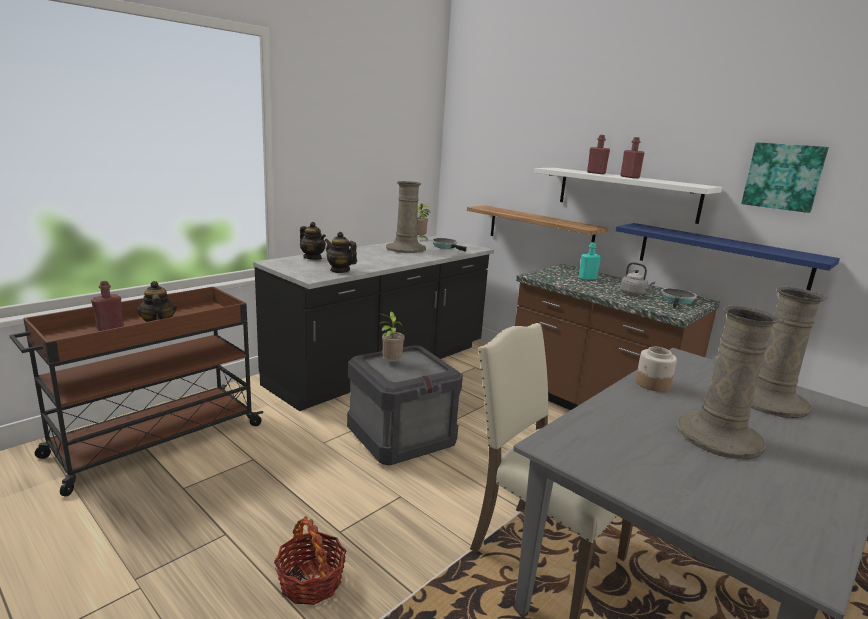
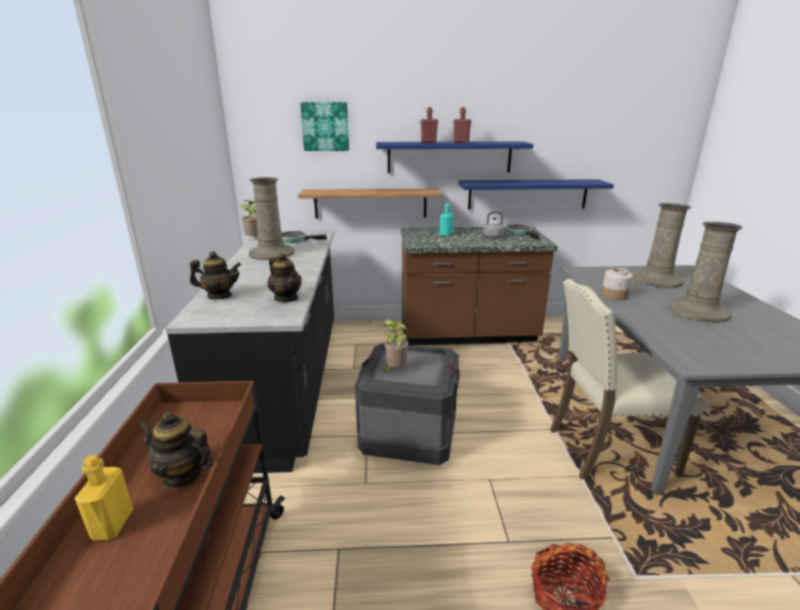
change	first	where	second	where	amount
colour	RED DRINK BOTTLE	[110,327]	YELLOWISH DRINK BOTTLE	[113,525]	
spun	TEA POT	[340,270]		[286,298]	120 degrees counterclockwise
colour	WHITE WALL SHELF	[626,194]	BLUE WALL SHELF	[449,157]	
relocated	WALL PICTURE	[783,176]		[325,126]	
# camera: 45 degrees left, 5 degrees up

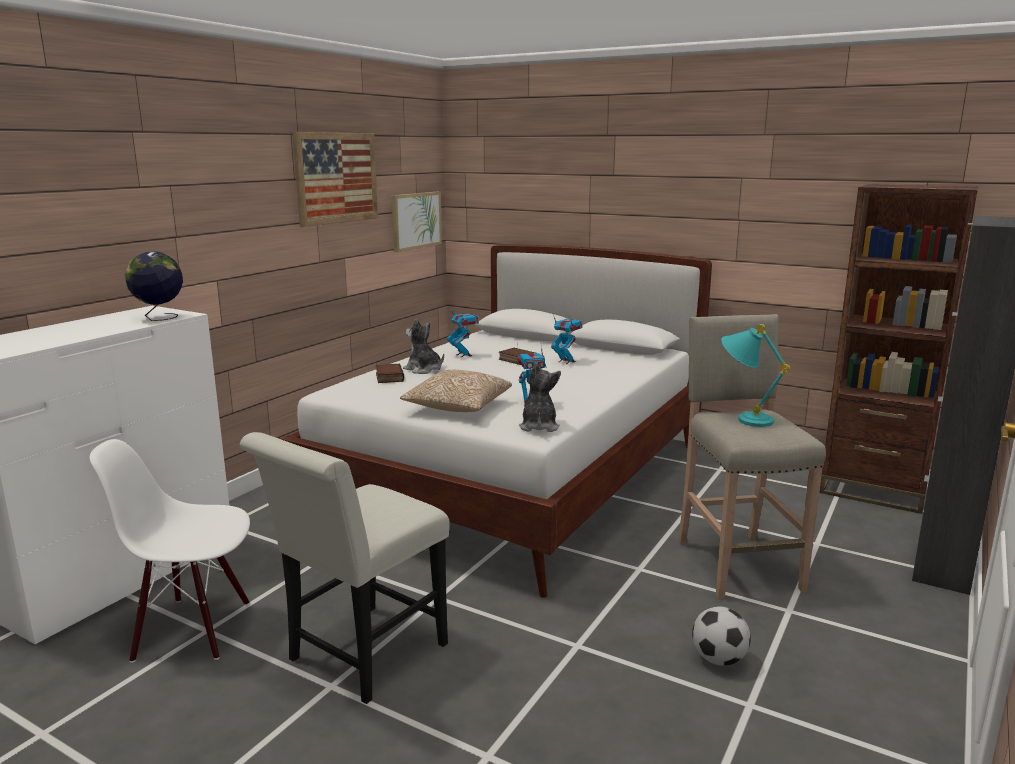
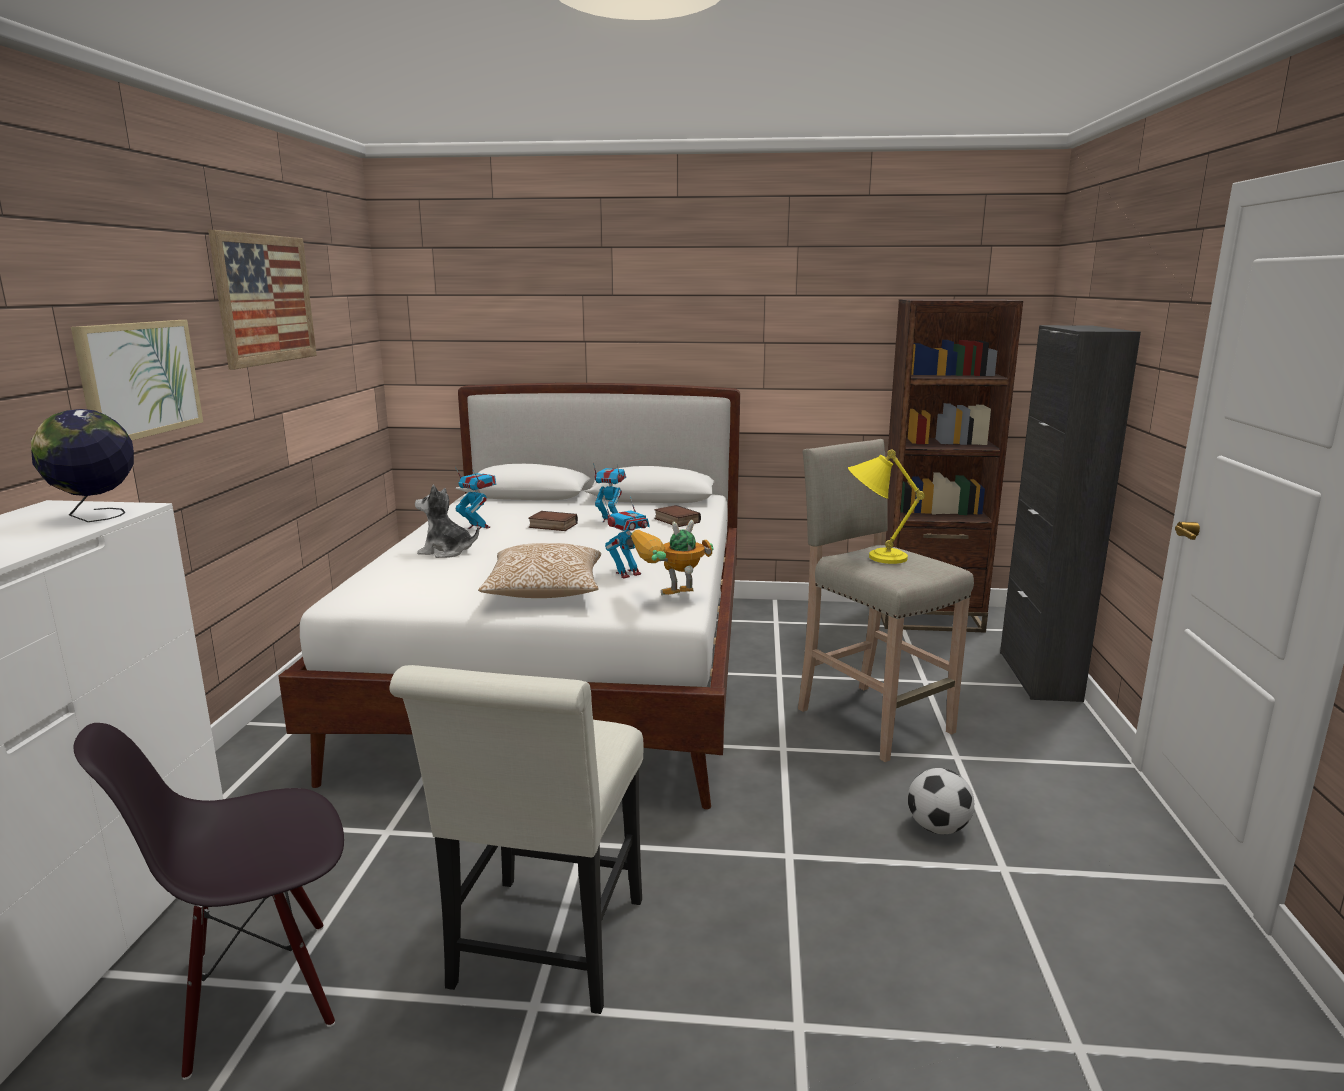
change	first	where	second	where	amount
colour	WHITE PLAIN CHAIR	[193,629]	BLACK-COLOURED PLAIN CHAIR	[259,992]	
relocated	VOLUME	[388,377]		[675,520]	
relocated	WALL PICTURE	[416,220]		[139,379]	
exchanged	PLUSH TOY	[538,426]	TOY ROBOT	[668,600]	
colour	BLUE-GREEN TABLETOP LAMP	[743,418]	YELLOWISH TABLETOP LAMP	[873,557]	
# camera: 25 degrees left, 0 degrees up

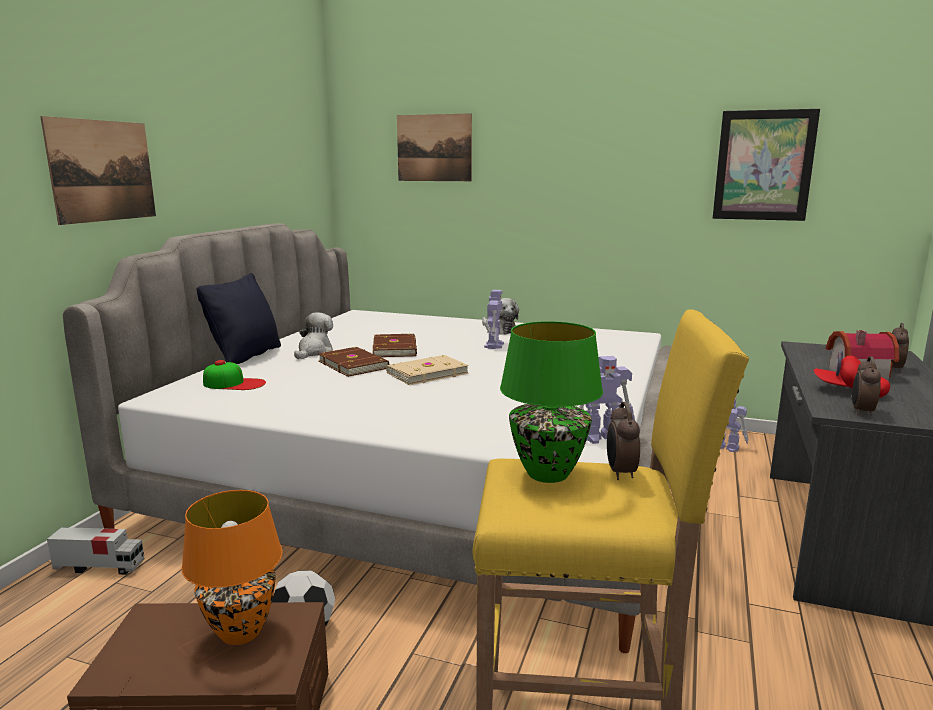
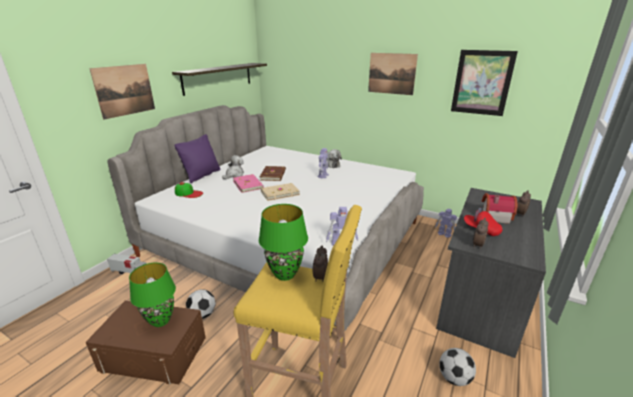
change	first	where	second	where	amount
colour	ORANGE TABLETOP LAMP	[239,633]	GREENISH TABLETOP LAMP	[160,321]	
colour	BLACK-COLOURED THROW PILLOW	[246,356]	PURPLE THROW PILLOW	[202,175]	
colour	BROWN-COLOURED VOLUME	[354,364]	PINK VOLUME	[248,184]	
relocated	WALL PICTURE	[434,148]		[391,73]	
appeared			WALL SHELF	[218,78]	
appeared			FOOTBALL	[454,378]	
# camera: 10 degrees right, 10 degrees up

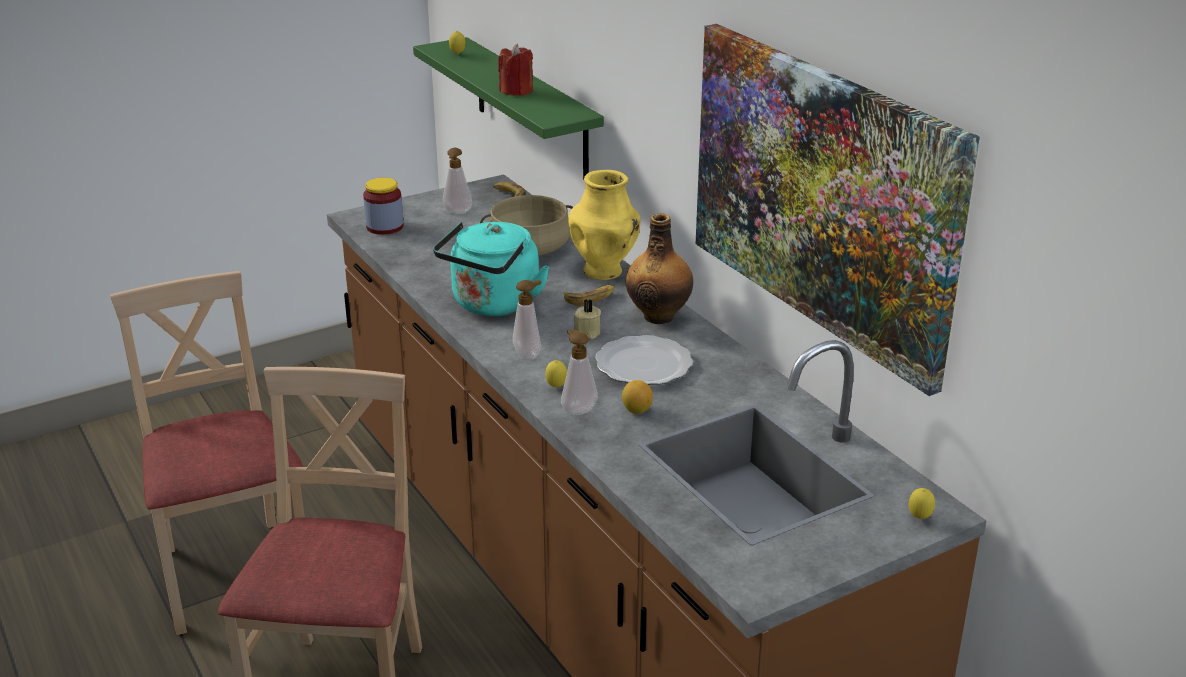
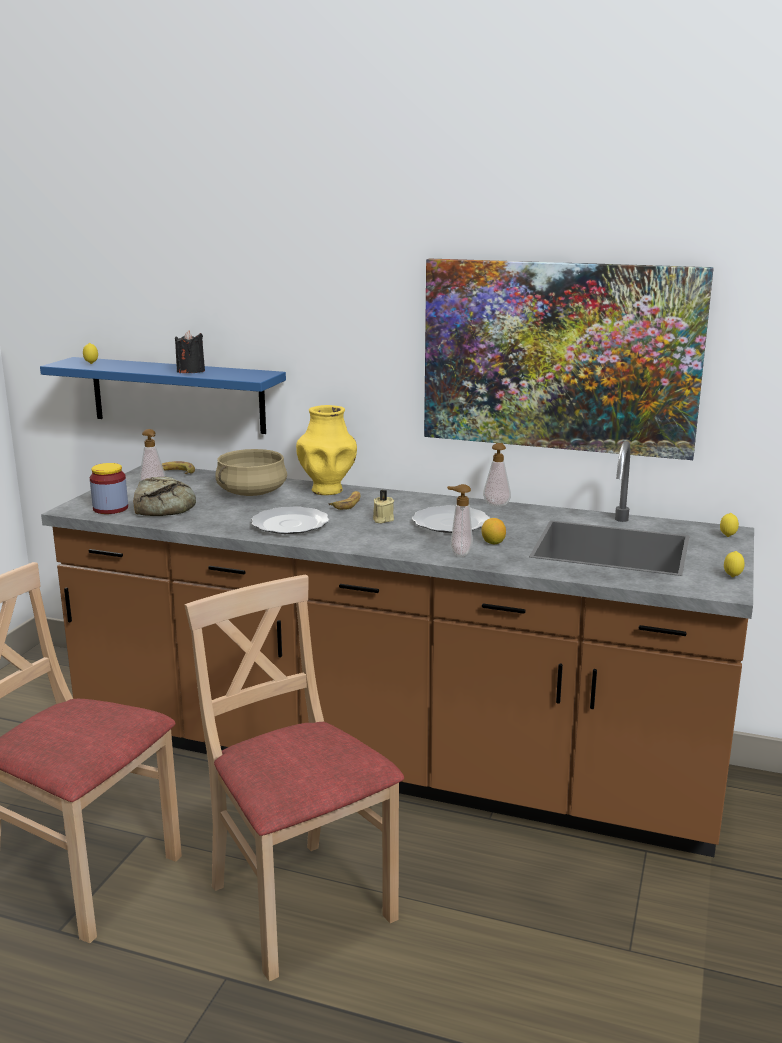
change	first	where	second	where	amount
colour	GREENISH WALL SHELF	[530,108]	BLUE WALL SHELF	[177,395]	
exchanged	BLUE-GREEN TEA KETTLE	[493,305]	FLAT DISH	[289,524]	
colour	RED WAX LIGHT	[516,91]	BLACK-COLOURED WAX LIGHT	[191,371]	
relocated	SOAP DISPENSER	[529,354]		[497,504]	
relocated	LEMON	[556,387]		[732,577]	
missing	DRINK BOTTLE	[659,316]			
appeared			BREAD	[166,506]	
# camera: 40 degrees left, 10 degrees down

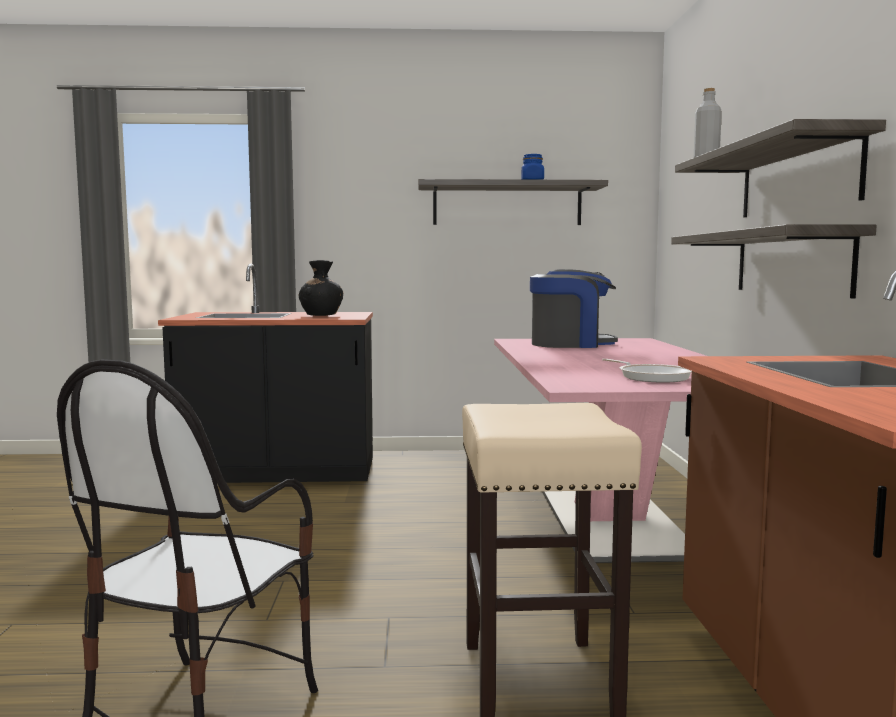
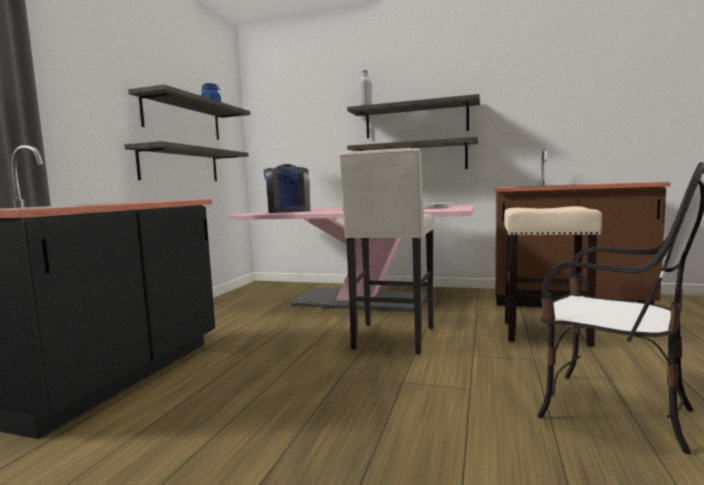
change	first	where	second	where	amount
missing	BLACK-COLOURED FLOWER VASE	[321,315]			
spun	COFFEE BREWER	[570,344]		[288,211]	150 degrees clockwise
appeared			WALL SHELF	[180,165]	
appeared			BEIGE-COLOURED SITTING STOOL	[392,339]	
# camera: 70 degrees left, 0 degrees up

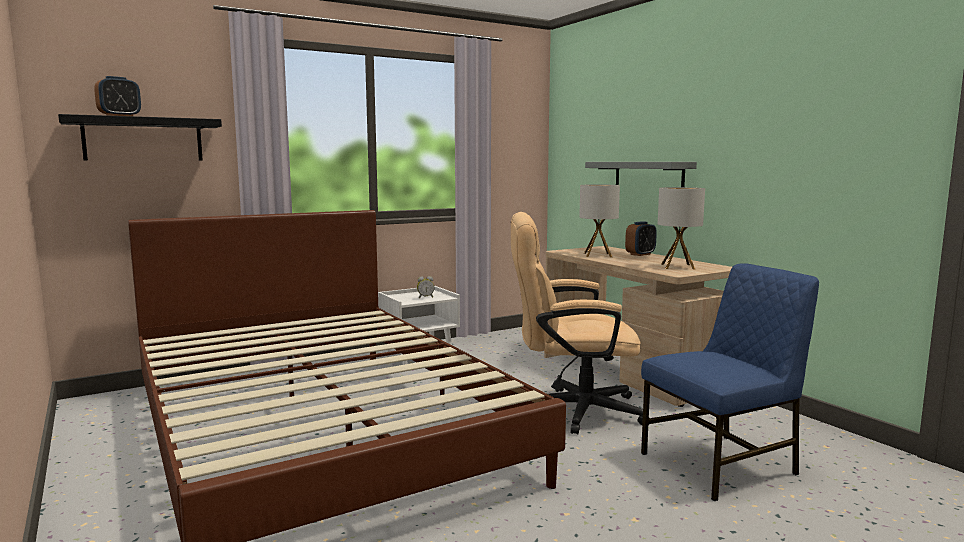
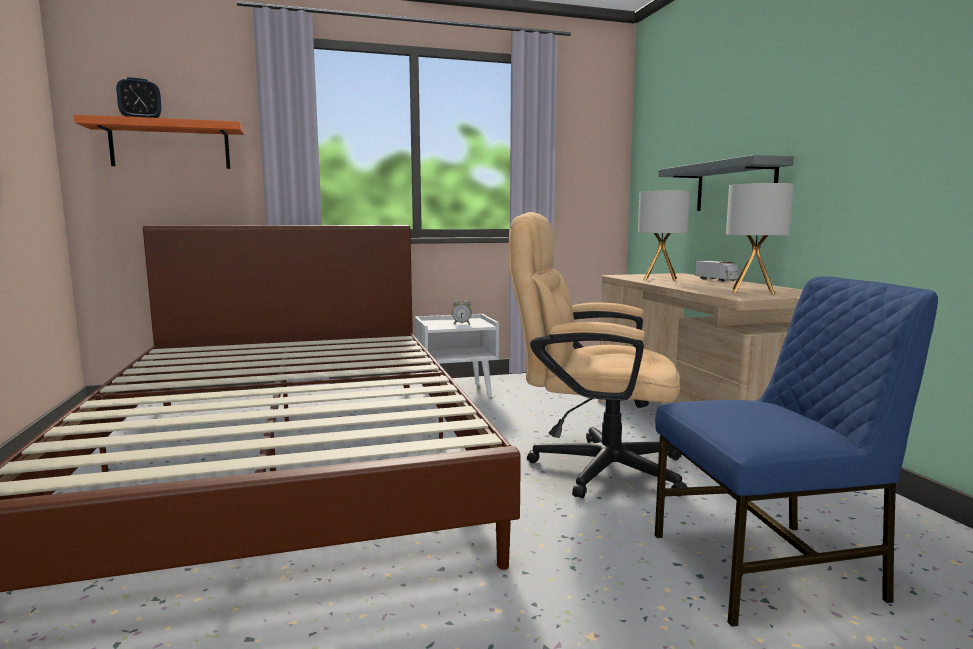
change	first	where	second	where	amount
colour	BLACK-COLOURED WALL SHELF	[143,139]	ORANGE WALL SHELF	[170,146]	
exchanged	TABLE CLOCK	[640,254]	MODEL TRUCK	[717,280]	
# camera: 15 degrees right, 0 degrees up

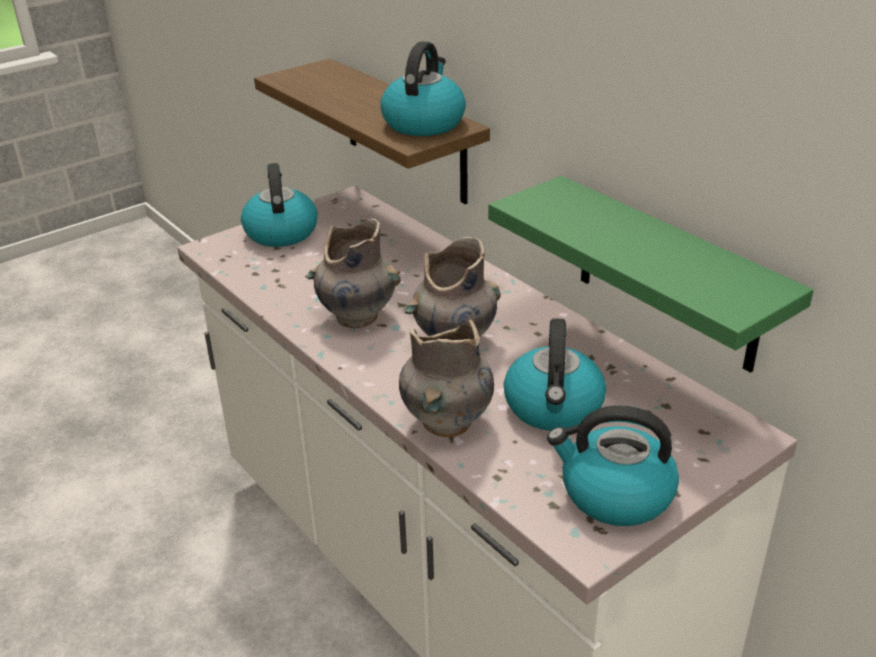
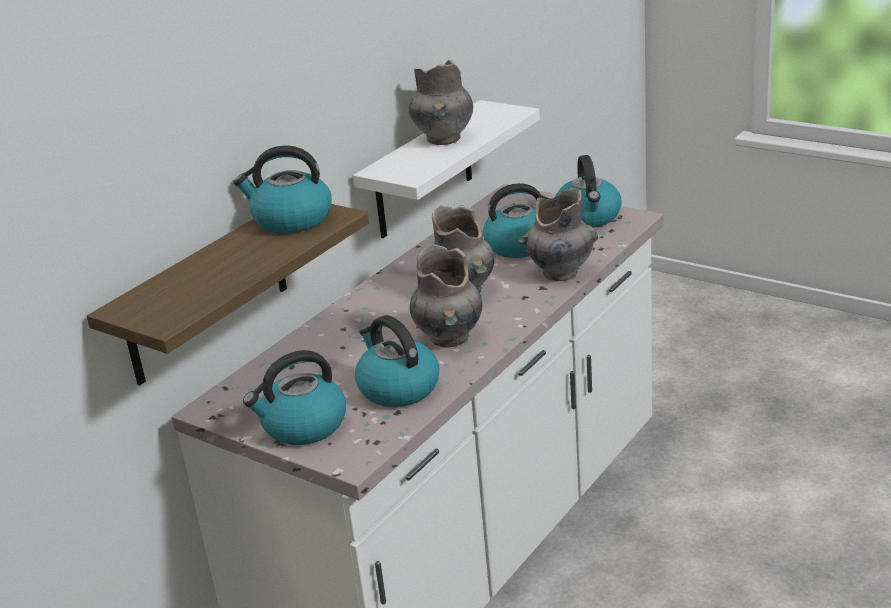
change	first	where	second	where	amount
colour	GREENISH WALL SHELF	[667,275]	WHITE WALL SHELF	[423,171]	
appeared			TEA KETTLE	[397,388]	
appeared			GREY FLOWER VASE	[443,139]	
# camera: 105 degrees left, 5 degrees down

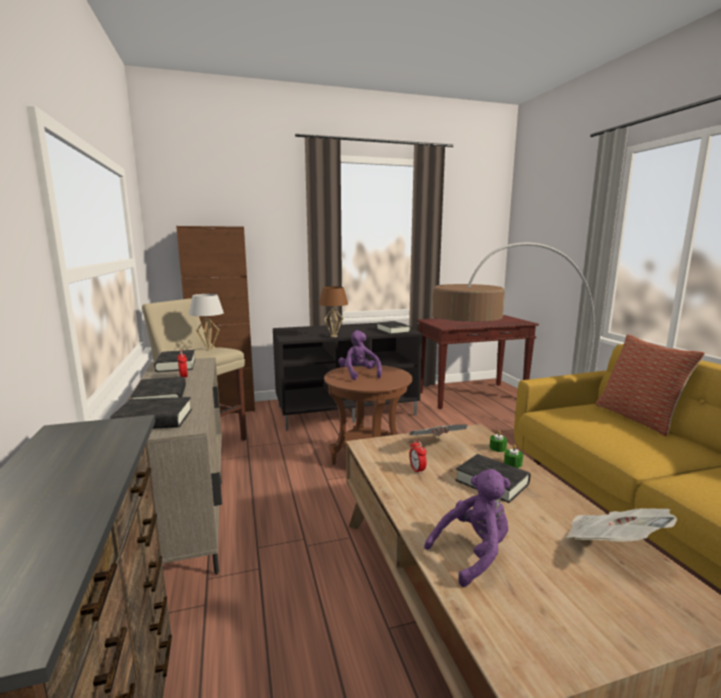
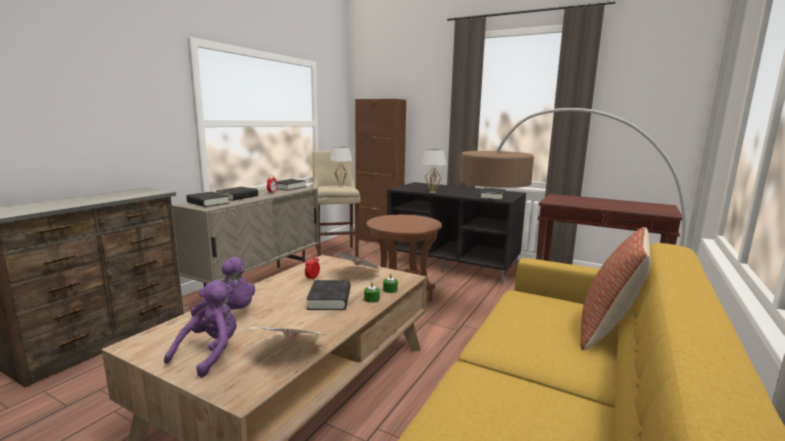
change	first	where	second	where	amount
colour	BROWN-COLOURED TABLETOP LAMP	[334,336]	WHITE TABLETOP LAMP	[432,192]	
relocated	PURPLE PLUSH TOY	[359,374]		[210,354]	
# camera: 45 degrees right, 0 degrees up

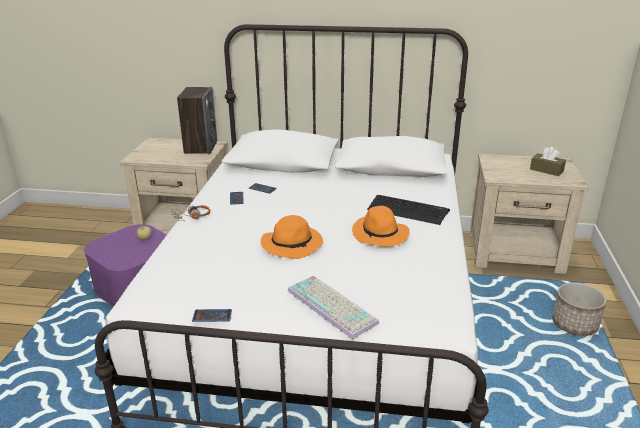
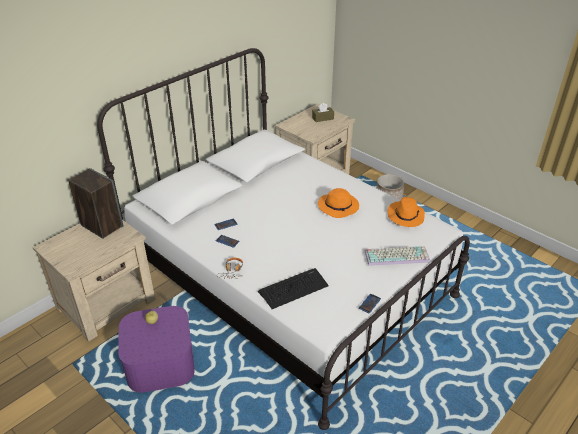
change	first	where	second	where	amount
relocated	ORANGE HAT	[293,244]		[405,216]	
relocated	COMPUTER KEYBOARD	[407,210]		[293,288]	
# camera: 55 degrees left, 10 degrees up

